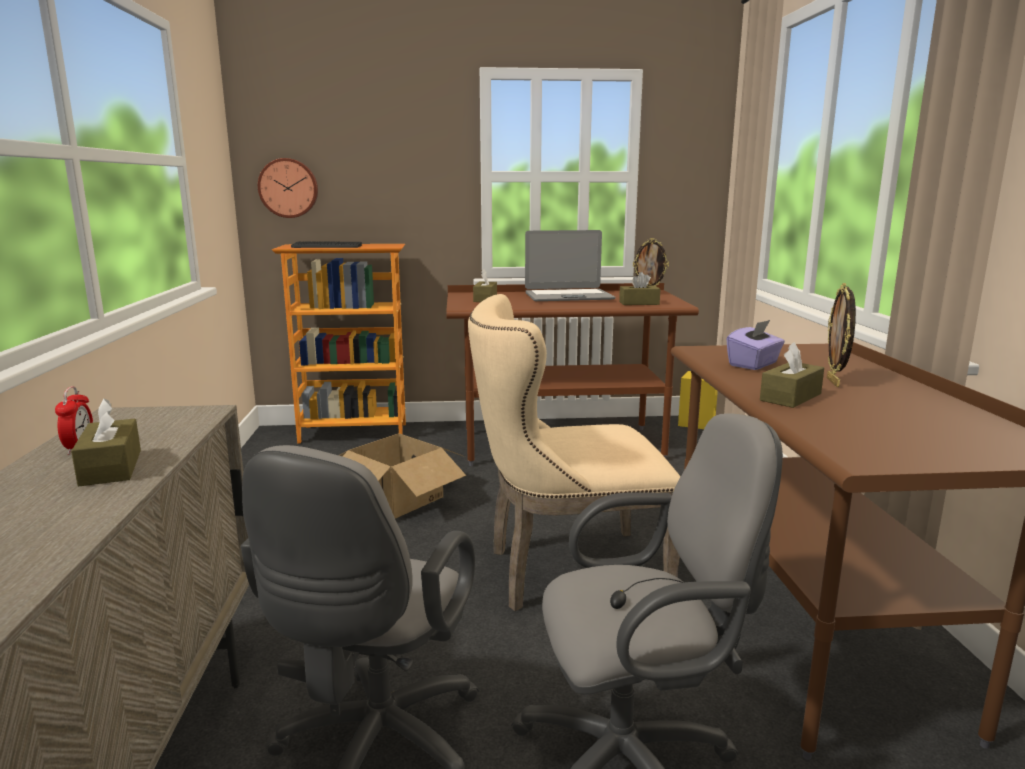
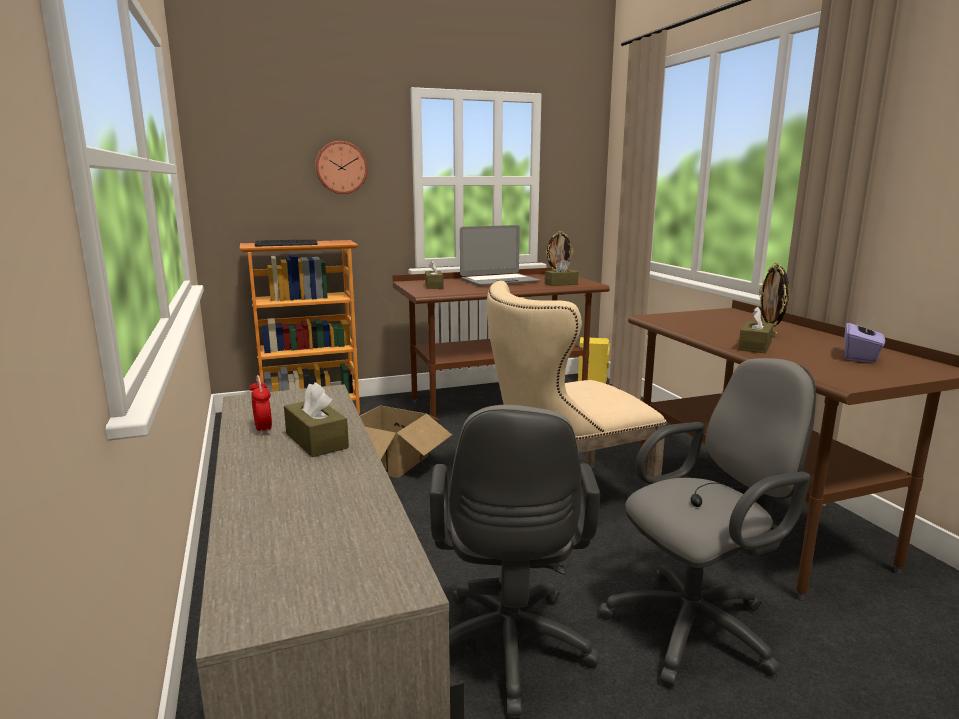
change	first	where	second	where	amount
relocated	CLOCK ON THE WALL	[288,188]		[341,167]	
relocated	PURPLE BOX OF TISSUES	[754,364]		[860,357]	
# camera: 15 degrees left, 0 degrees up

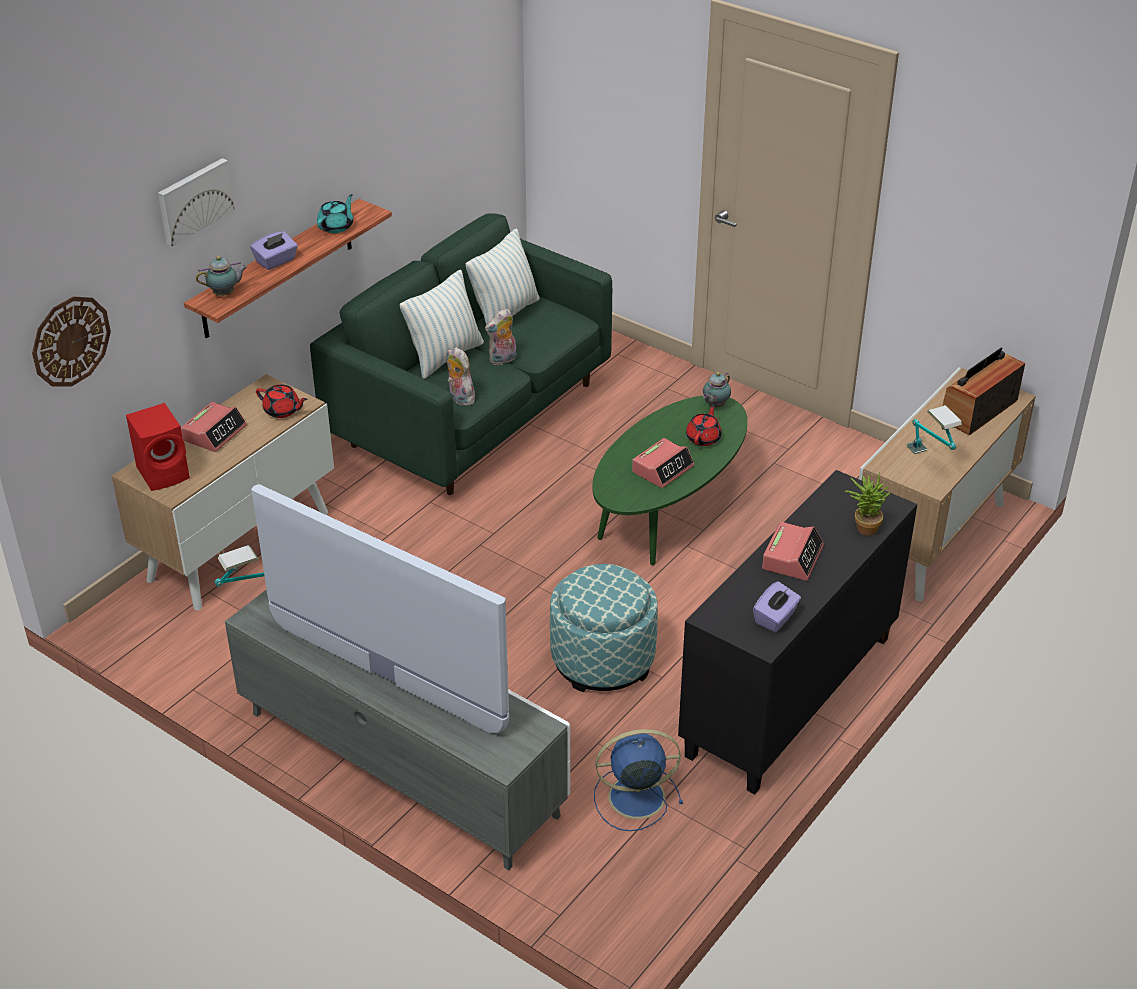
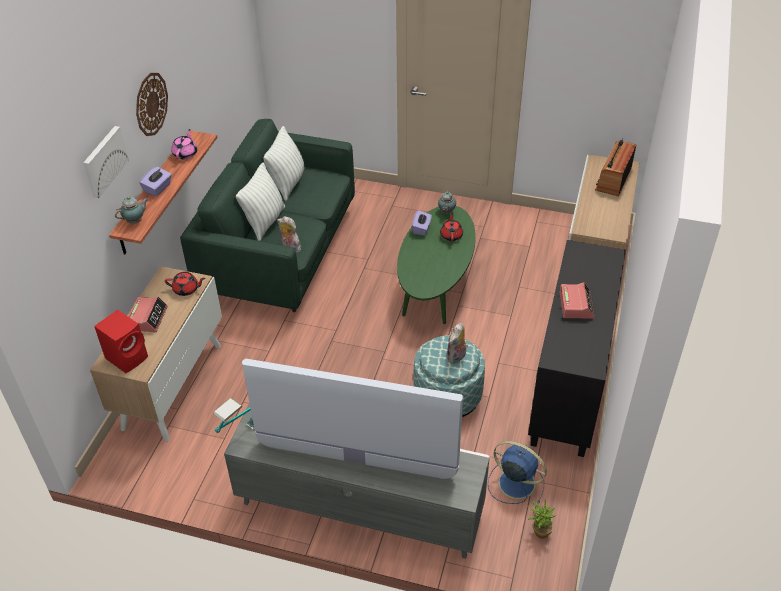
change	first	where	second	where	amount
relocated	CLOCK ON THE WALL	[70,341]		[151,104]	
colour	BLUE-GREEN TEA POT	[336,226]	PINK TEA POT	[185,153]	
relocated	PLUSH TOY	[503,360]		[457,358]	
spun	BLUE ELECTRIC FAN	[634,797]		[515,482]	60 degrees clockwise
missing	TABLE CLOCK	[662,469]			
relocated	PURPLE BOX OF TISSUES	[775,618]		[421,229]	
relocated	HOUSEPLANT	[863,527]		[538,531]	
missing	TABLETOP LAMP	[929,462]			
# camera: 20 degrees left, 5 degrees up

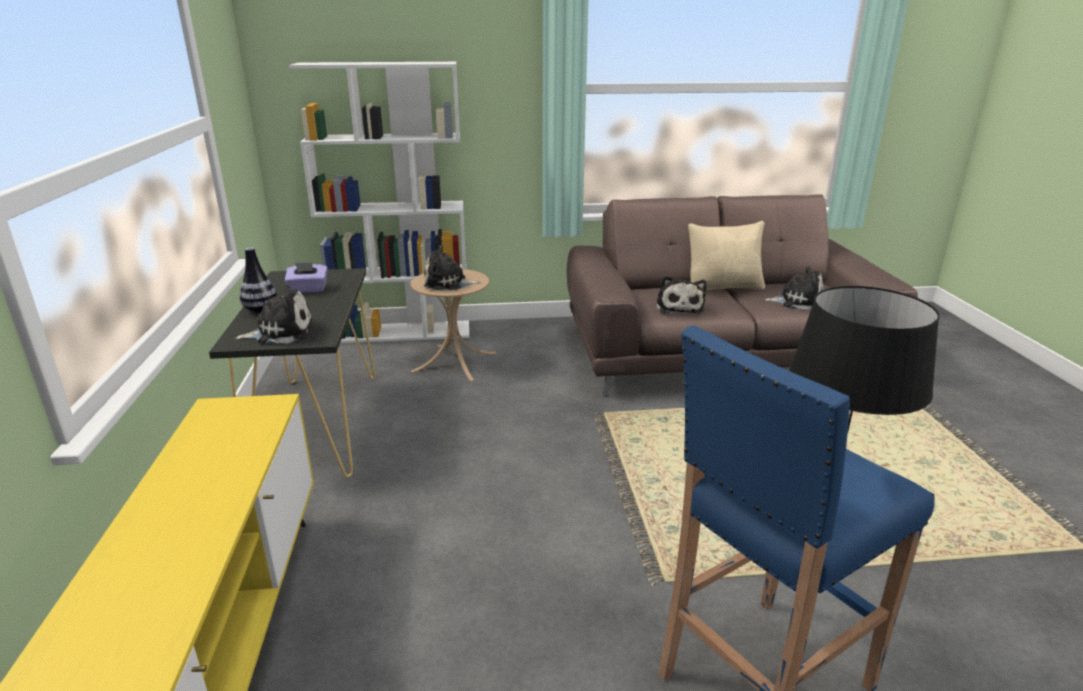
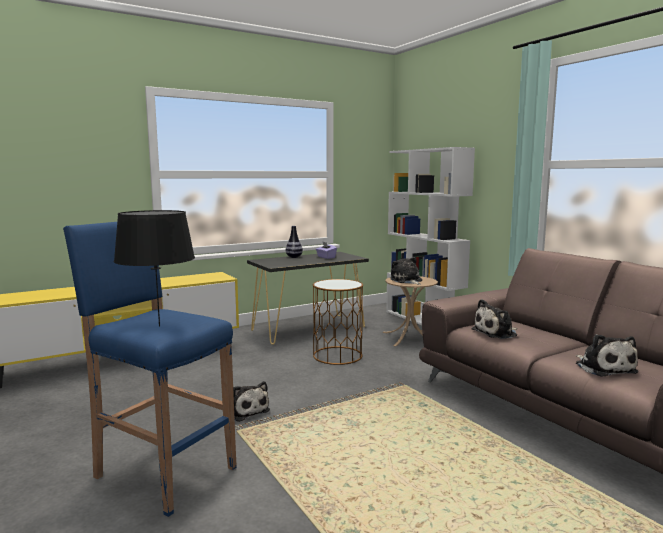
change	first	where	second	where	amount
relocated	PLUSH TOY	[281,332]		[246,410]	
missing	BEIGE-COLOURED THROW PILLOW	[724,287]			
appeared			BROWN-COLOURED END TABLE	[337,355]	
# camera: 65 degrees right, 15 degrees down

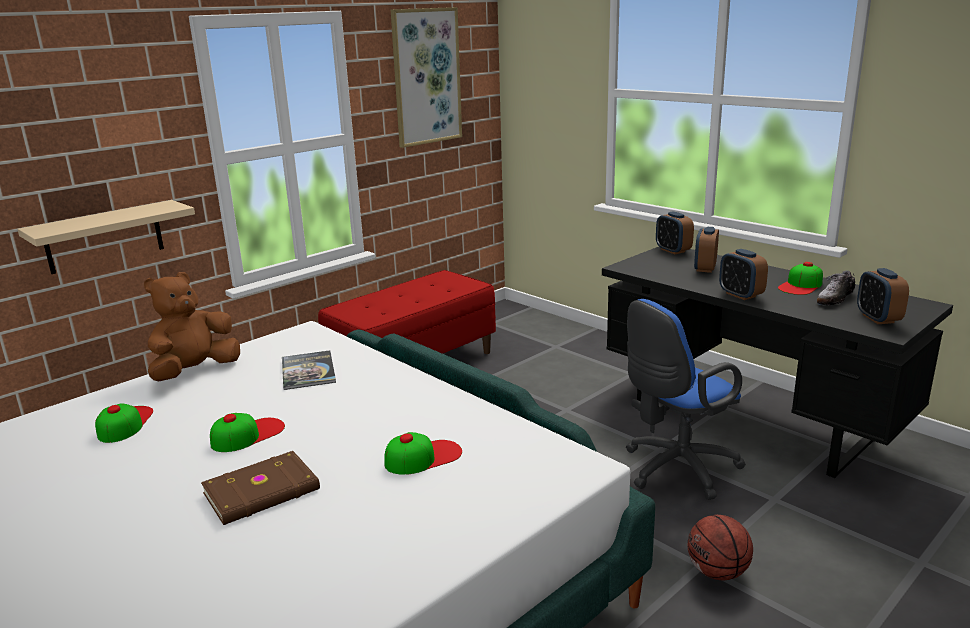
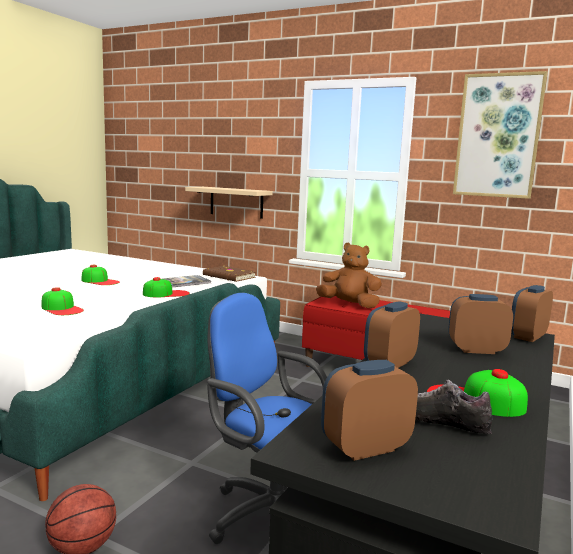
change	first	where	second	where	amount
relocated	PEAKED CAP	[124,423]		[166,293]	
relocated	BROWN-COLOURED PLUSH TOY	[195,371]		[349,305]	
relocated	BROWN-COLOURED VOLUME	[263,492]		[228,276]	
# camera: 70 degrees right, 10 degrees down

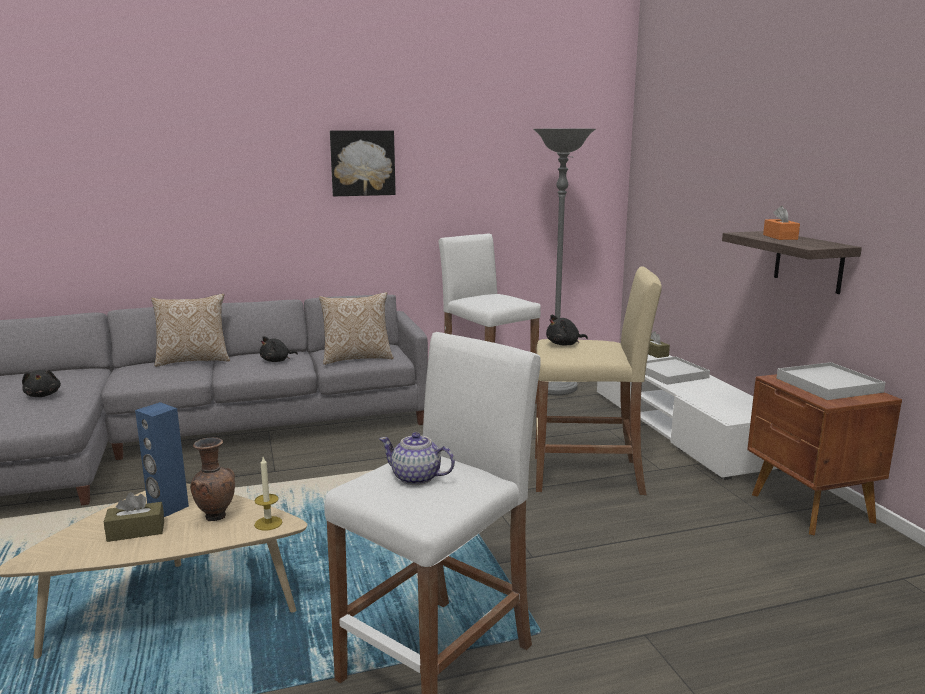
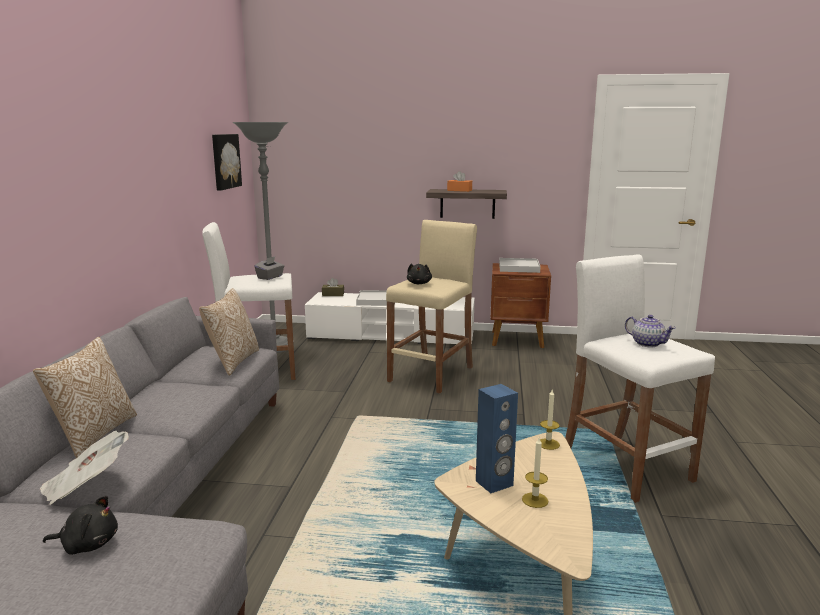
change	first	where	second	where	amount
exchanged	BROWN-COLOURED BOX OF TISSUES	[136,531]	WAX LIGHT	[535,500]	
missing	BROWN-COLOURED FLOWER VASE	[215,516]			
missing	BLACK-COLOURED PLUSH TOY	[277,361]			
relocated	WALL PICTURE	[362,163]		[225,161]	
spun	TEA POT	[416,478]		[647,343]	90 degrees counterclockwise
appeared			NEWSPAPER	[86,486]	
appeared			GREY BOX OF TISSUES	[270,277]	
# camera: 65 degrees left, 0 degrees up

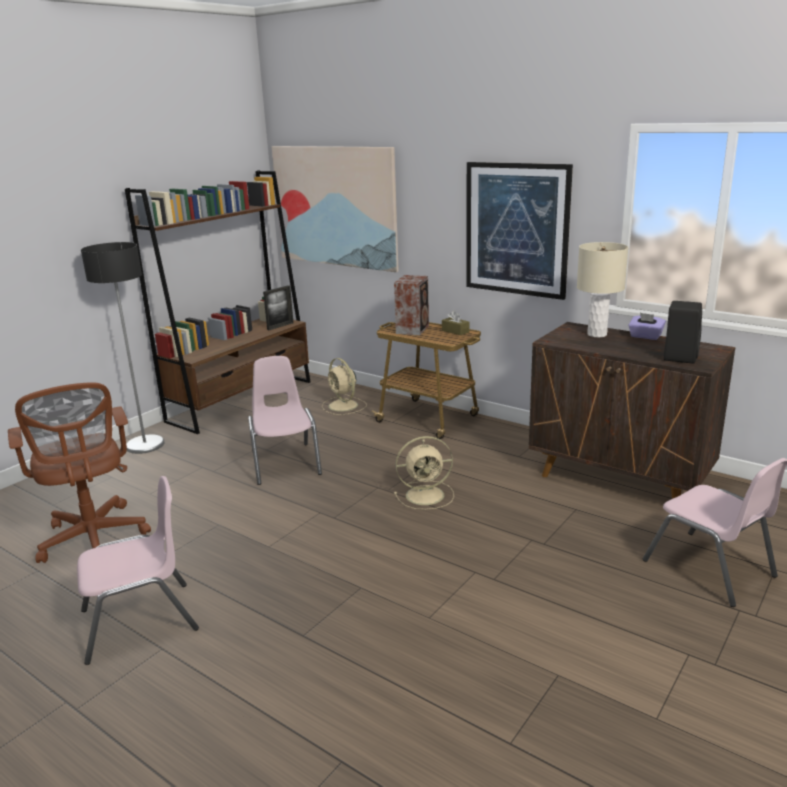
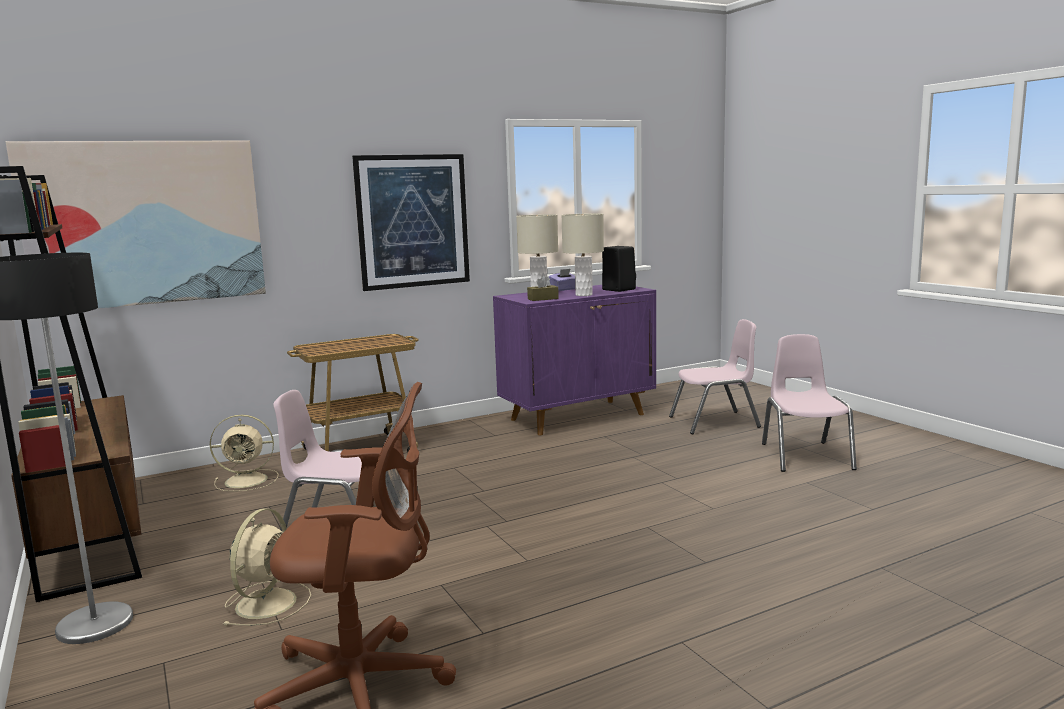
change	first	where	second	where	amount
relocated	PINK PLAIN CHAIR	[140,621]		[805,456]	
missing	PICTURE FRAME	[280,326]			
missing	LOUDSPEAKER	[413,329]			
relocated	BEIGE-COLOURED ELECTRIC FAN	[426,495]		[267,602]	
relocated	BROWN-COLOURED BOX OF TISSUES	[455,331]		[543,299]	
colour	BROWN-COLOURED CUPBOARD	[620,480]	PURPLE CUPBOARD	[578,417]	
appeared			BEIGE-COLOURED TABLETOP LAMP	[584,295]	
# camera: 65 degrees left, 10 degrees down

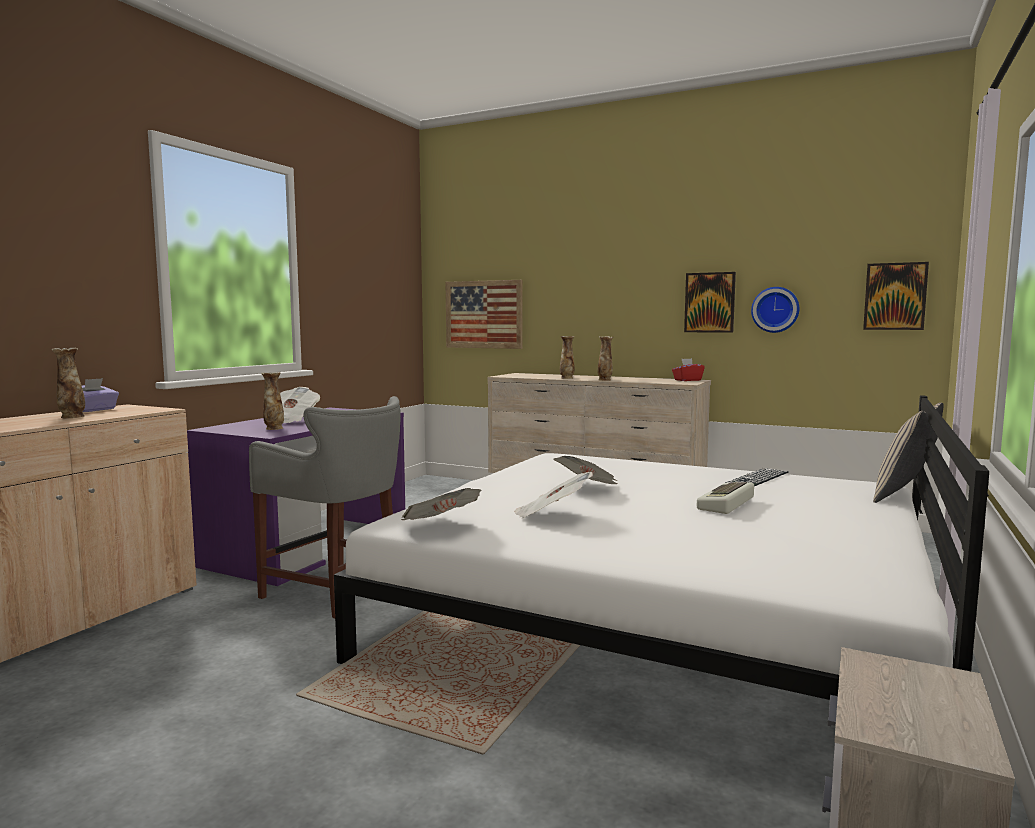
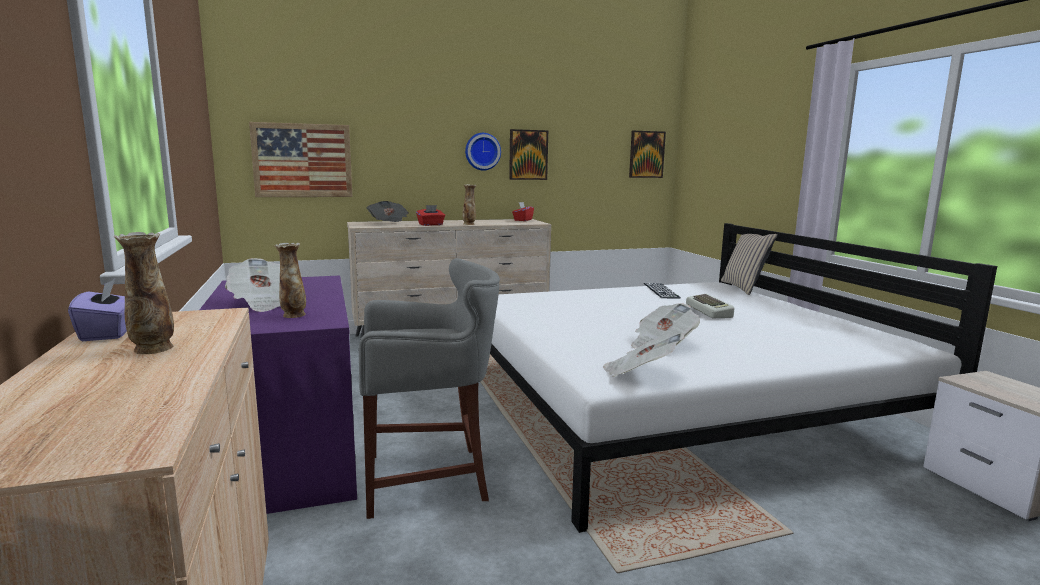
change	first	where	second	where	amount
relocated	NEWSPAPER	[588,488]		[389,223]	
exchanged	FLOWER VASE	[567,378]	RED BOX OF TISSUES	[431,224]	
relocated	CLOCK ON THE WALL	[775,309]		[482,151]	
# camera: 45 degrees left, 5 degrees up

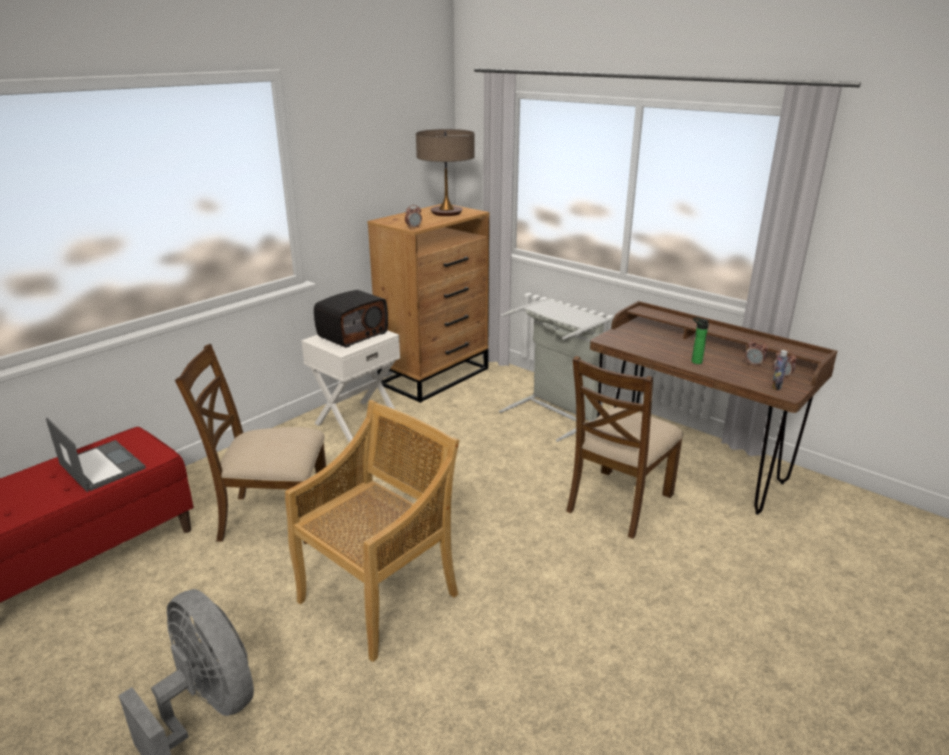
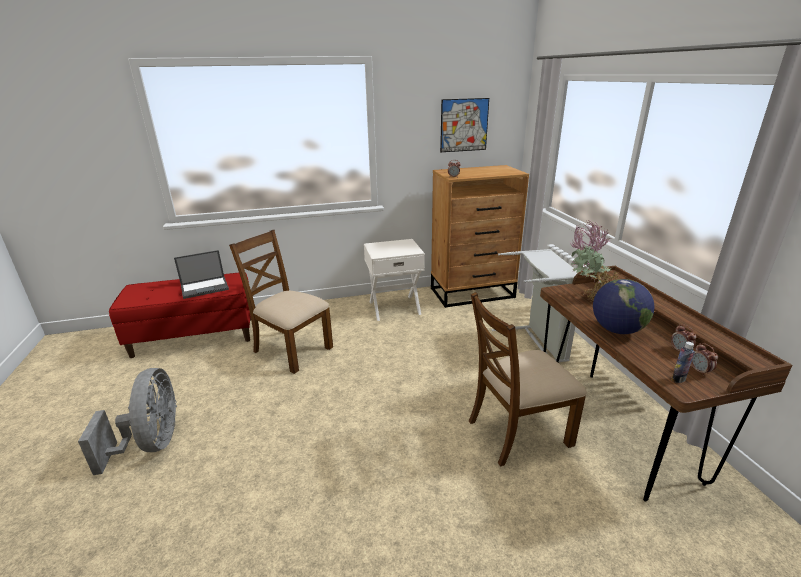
change	first	where	second	where	amount
spun	PORTABLE COMPUTER	[101,466]		[205,287]	75 degrees clockwise
missing	BEIGE-COLOURED PLAIN CHAIR	[380,596]			
missing	RADIO SET	[352,334]			
missing	TABLETOP LAMP	[446,213]			
exchanged	DRINK BOTTLE	[695,361]	WORLD GLOBE	[617,330]	
appeared			WALL PICTURE	[464,125]	
appeared			HOUSEPLANT	[585,297]	
# camera: 35 degrees right, 0 degrees up

